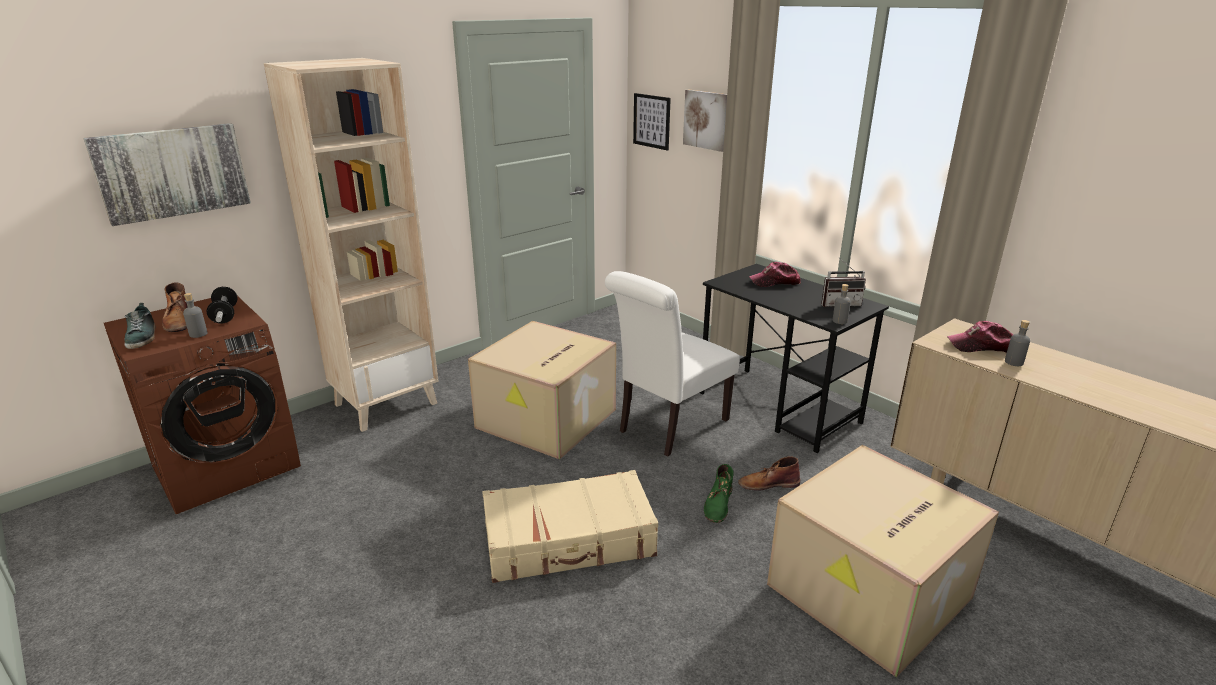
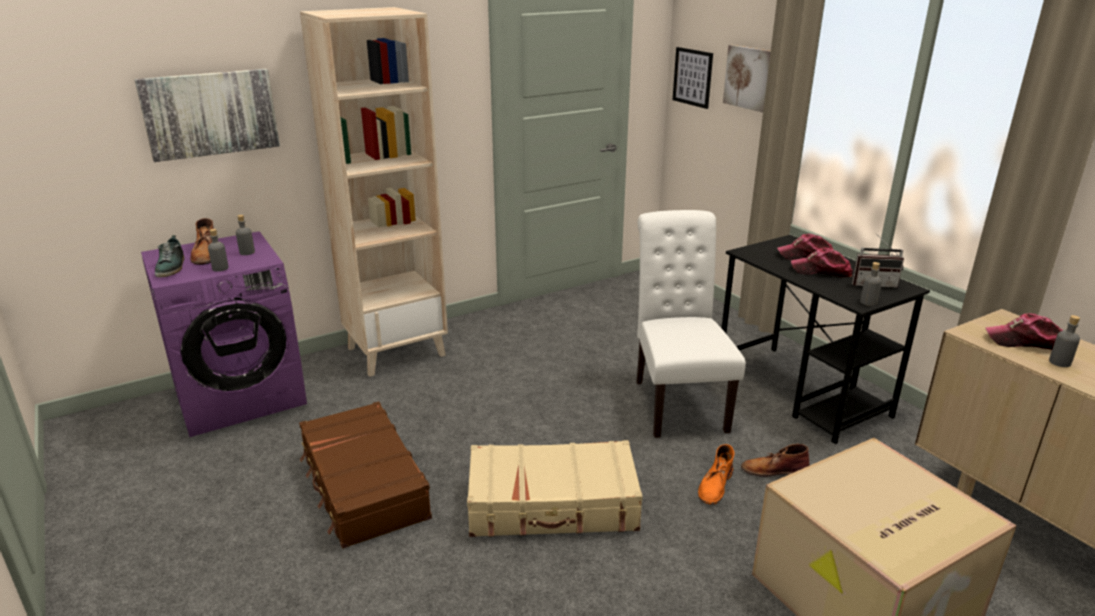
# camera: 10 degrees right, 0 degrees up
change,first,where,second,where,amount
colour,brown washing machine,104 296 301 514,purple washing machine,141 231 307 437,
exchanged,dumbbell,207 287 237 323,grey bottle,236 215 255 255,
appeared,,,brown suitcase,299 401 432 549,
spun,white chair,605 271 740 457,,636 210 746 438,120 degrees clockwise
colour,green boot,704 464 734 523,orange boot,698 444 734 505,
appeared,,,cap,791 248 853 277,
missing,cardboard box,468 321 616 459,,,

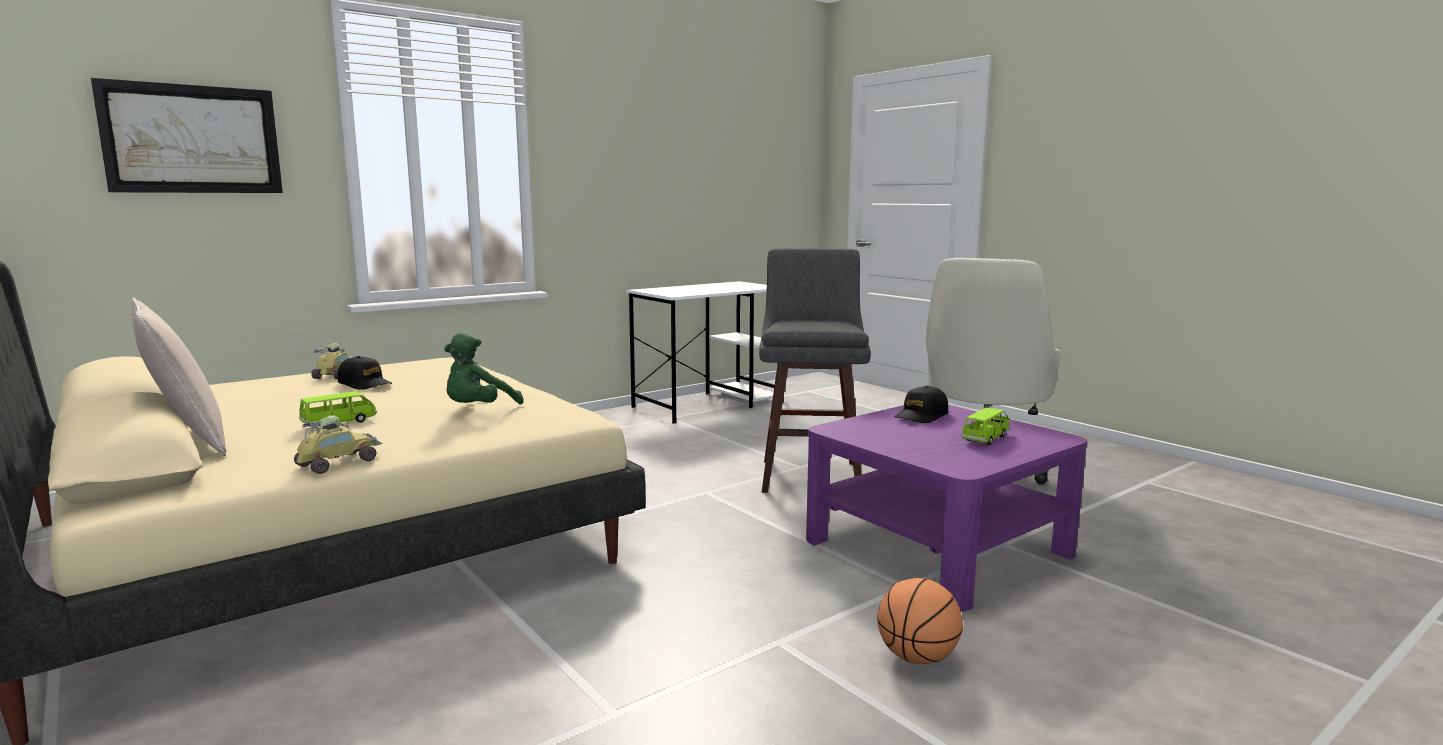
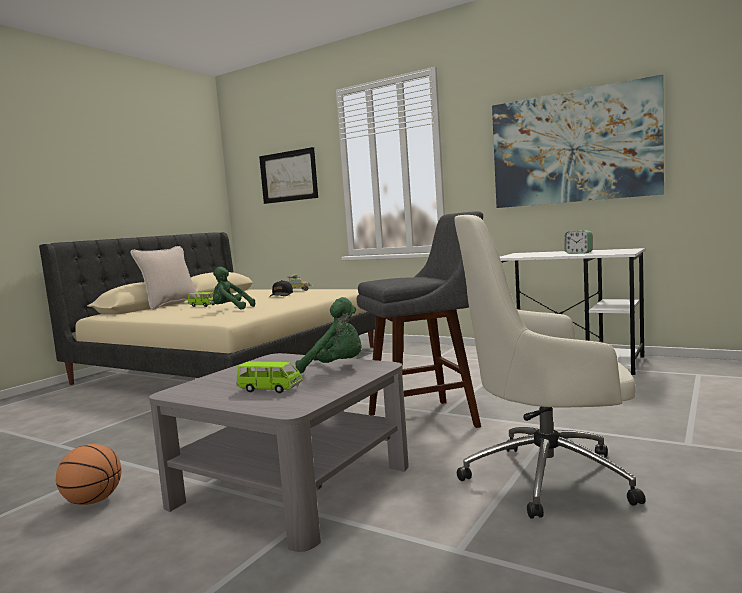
# camera: 70 degrees right, 5 degrees down
change,first,where,second,where,amount
colour,purple coffee table,806 405 1087 612,grey coffee table,149 353 409 552,
exchanged,black cap,894 386 948 423,green plush toy,295 297 362 374,
appeared,,,picture,492 74 664 208,
appeared,,,alarm clock,565 230 592 254,
missing,toy car,294 416 382 474,,,

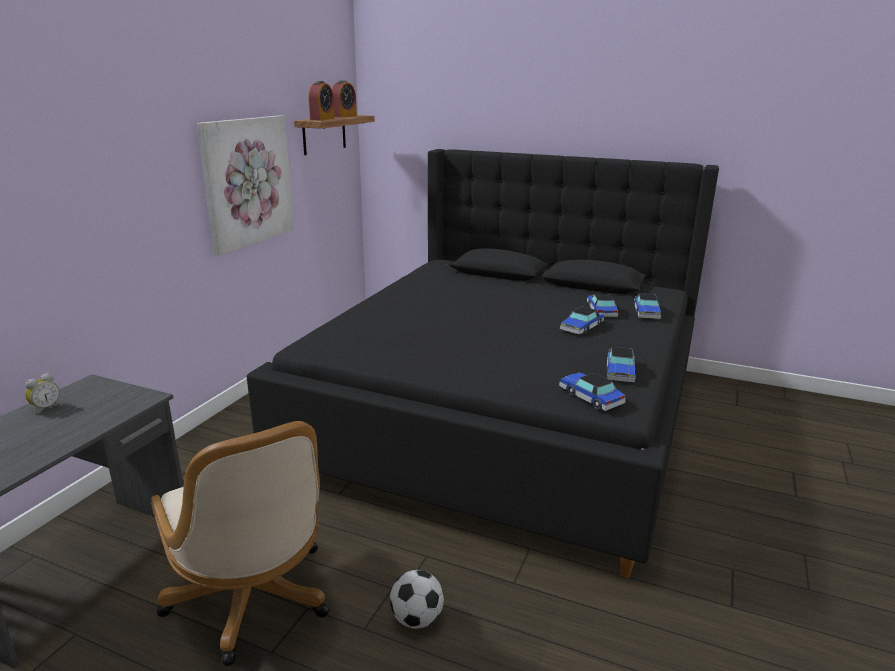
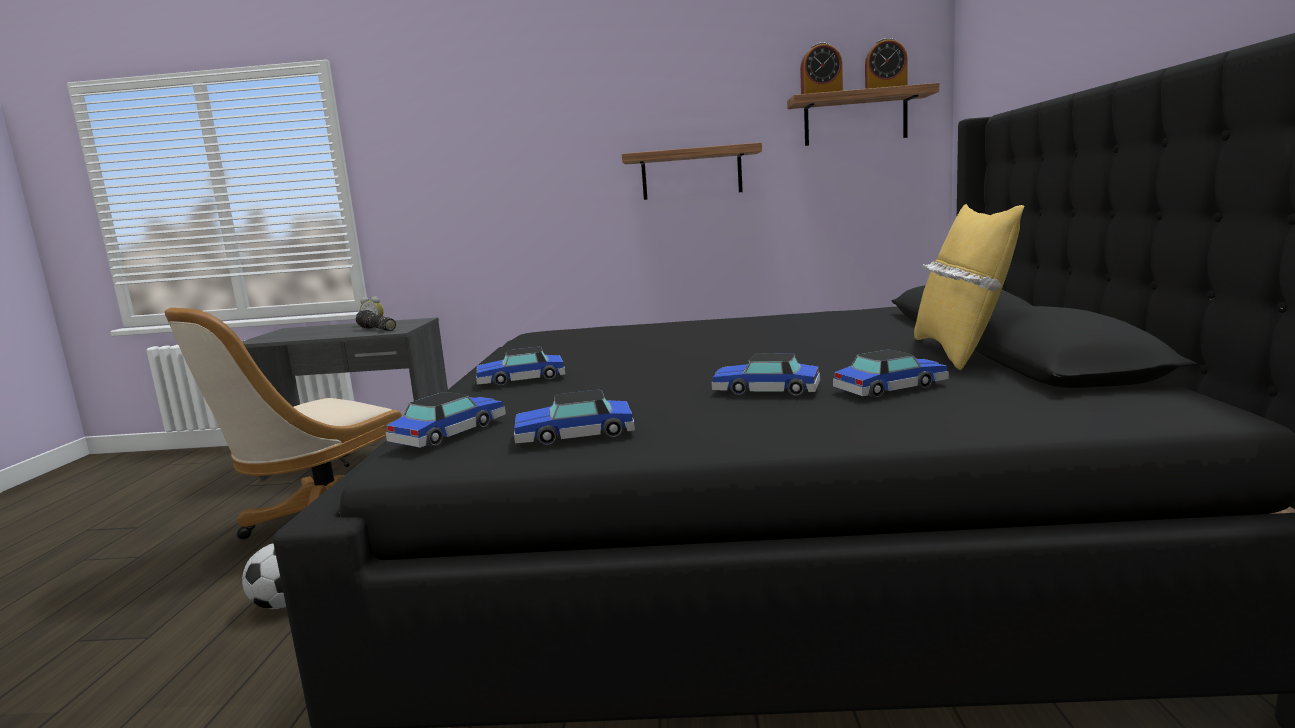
# camera: 70 degrees right, 10 degrees down
change,first,where,second,where,amount
appeared,,,flashlight,356 310 396 331,
relocated,toy car,634 293 661 319,,476 347 566 386,
exchanged,picture,197 115 294 255,shelf,622 143 762 200,
appeared,,,yellow pillow,914 204 1024 370,

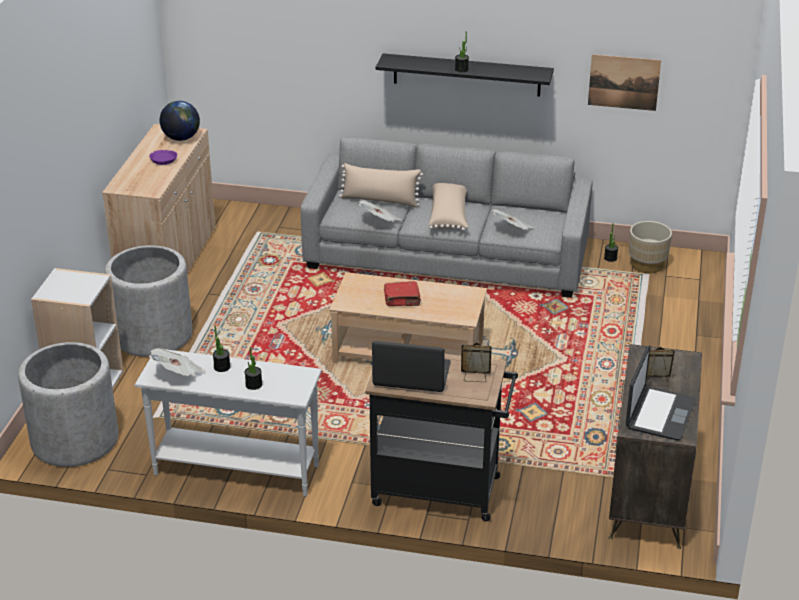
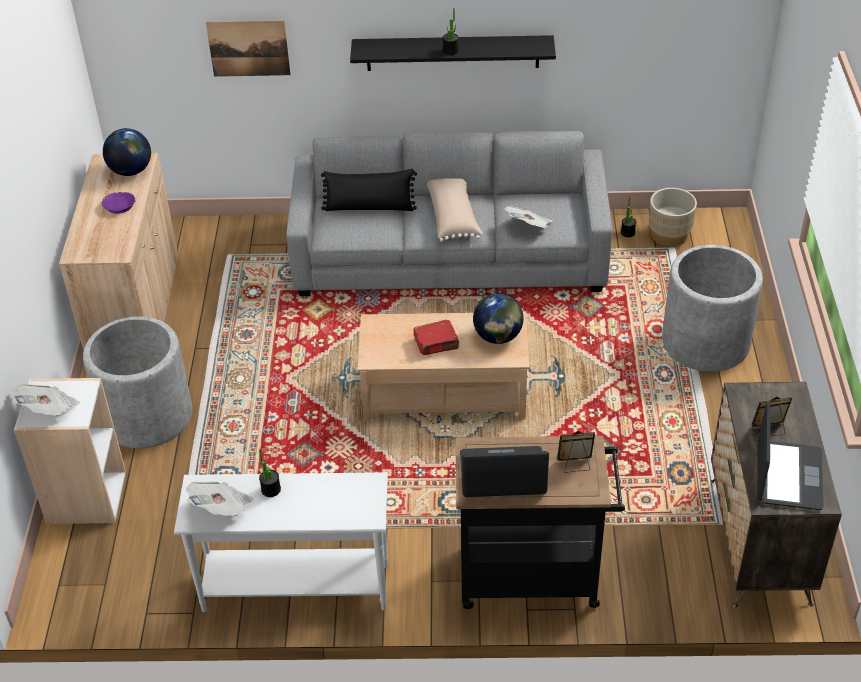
# camera: 10 degrees left, 10 degrees up
change,first,where,second,where,amount
relocated,newspaper,358 200 402 222,,12 384 80 416,
relocated,picture,588 54 661 111,,206 20 291 77,
colour,beige pillow,339 163 423 207,black pillow,321 169 417 211,
appeared,,,globe,473 293 524 344,
relocated,grey planter,18 342 118 467,,662 245 763 372,
missing,potted plant,245 347 262 390,,,

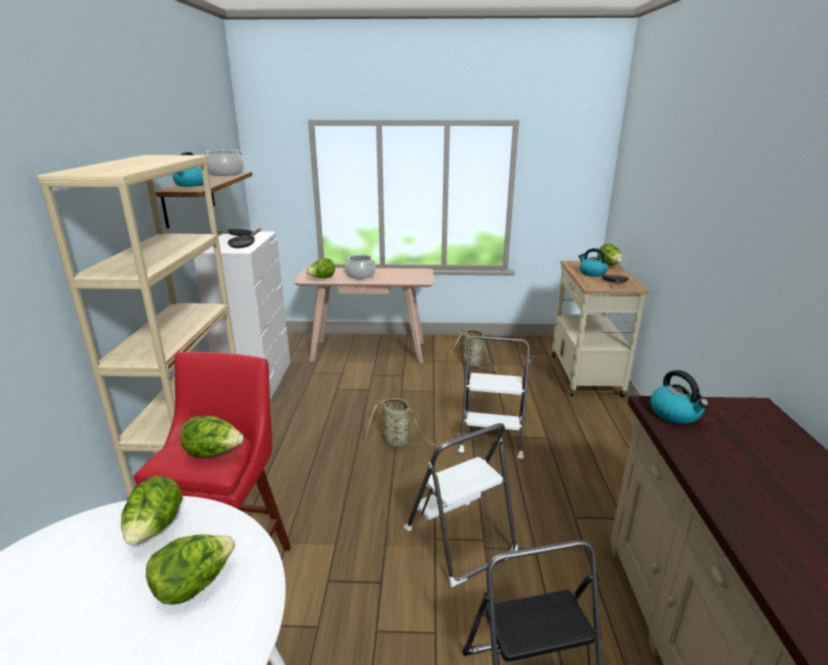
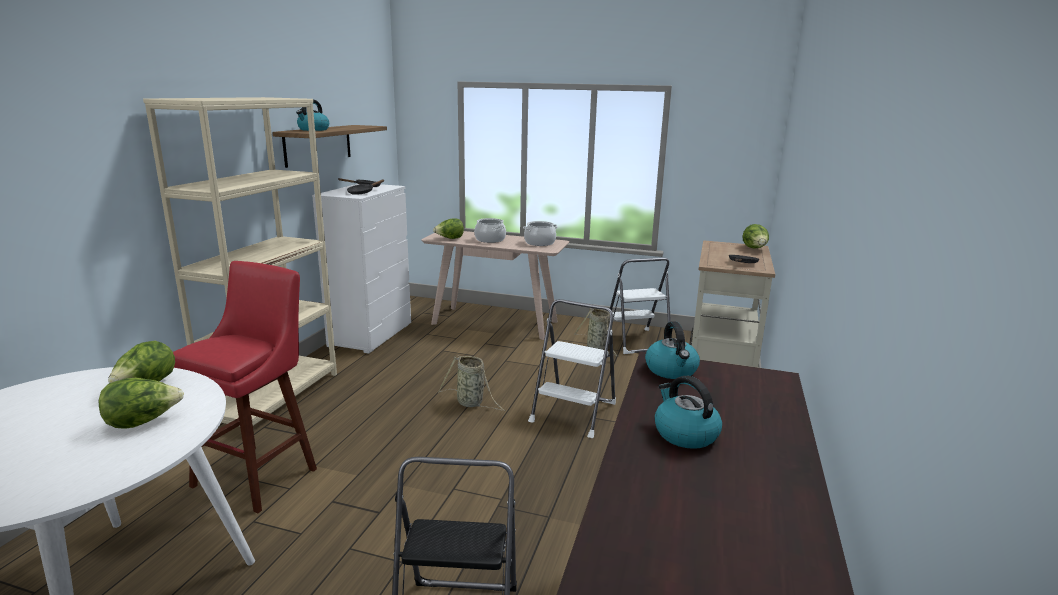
# camera: 15 degrees right, 5 degrees down
change,first,where,second,where,amount
relocated,cooking pot,203 150 244 176,,523 221 557 246,
relocated,white step ladder,404 423 518 587,,610 258 671 354,
relocated,kettle,578 248 608 277,,655 376 722 449,
missing,lettuce,180 416 244 458,,,

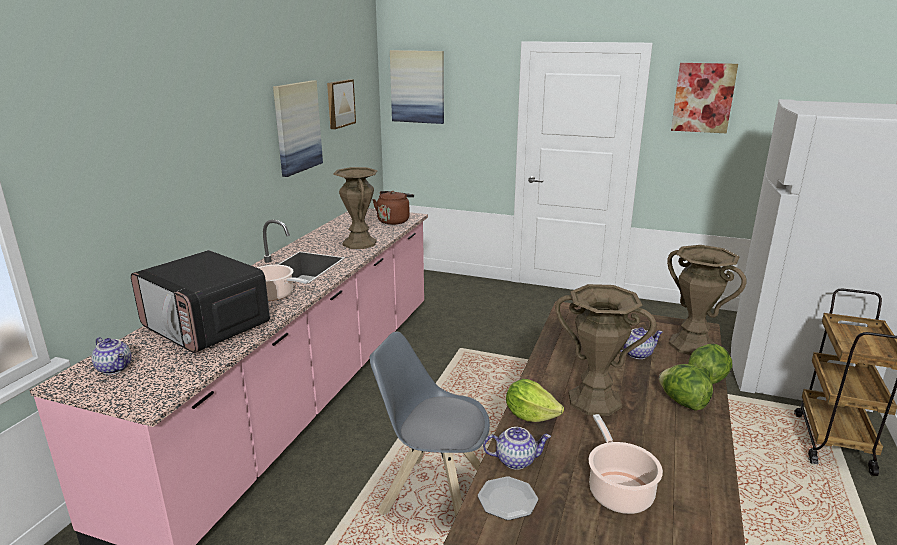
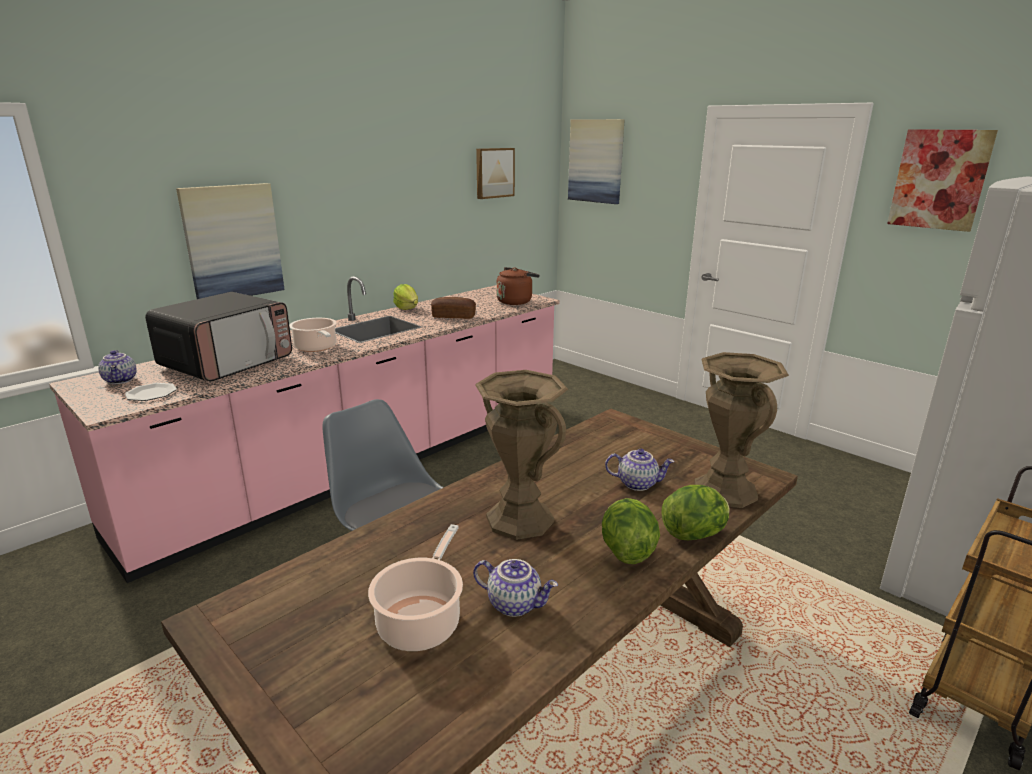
# camera: 25 degrees right, 0 degrees up
change,first,where,second,where,amount
relocated,plate,478 476 538 520,,125 383 177 401,
spun,microwave,131 250 270 353,,145 292 292 382,120 degrees counterclockwise
relocated,picture,273 81 323 177,,176 183 285 299,
relocated,lettuce,506 379 564 422,,393 284 418 310,
exchanged,brown vase,333 167 377 249,bread,431 297 476 319,
relocated,teapot,483 427 551 470,,473 559 558 617,

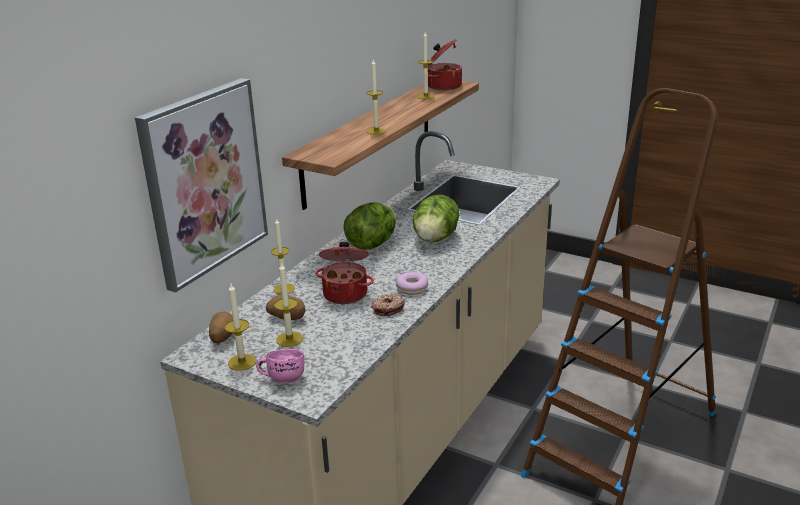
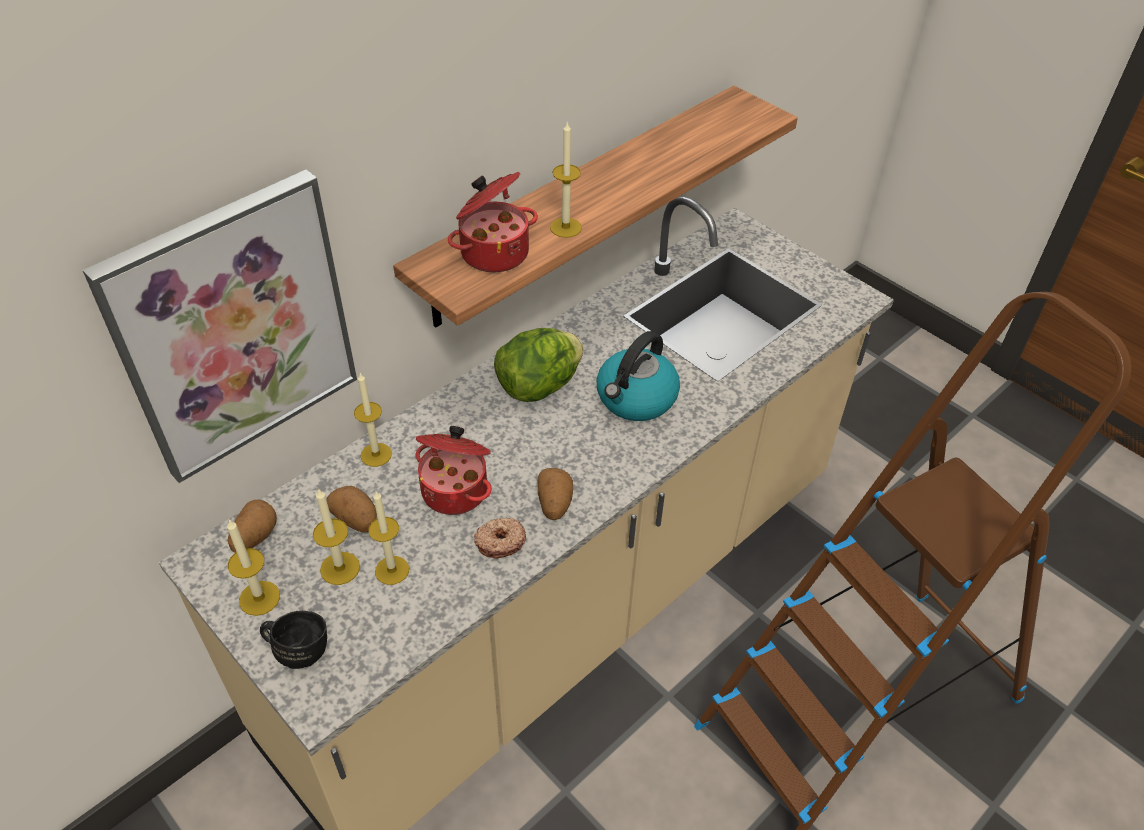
# camera: 15 degrees right, 20 degrees up
change,first,where,second,where,amount
colour,pink mug,256 349 305 383,black mug,260 611 327 669,
relocated,candle,417 32 435 99,,368 491 409 585,
relocated,cooking pot,428 39 462 90,,448 172 538 272,
exchanged,donut,396 272 428 295,potato,538 468 573 520,
exchanged,lettuce,413 195 460 242,kettle,596 331 680 421,

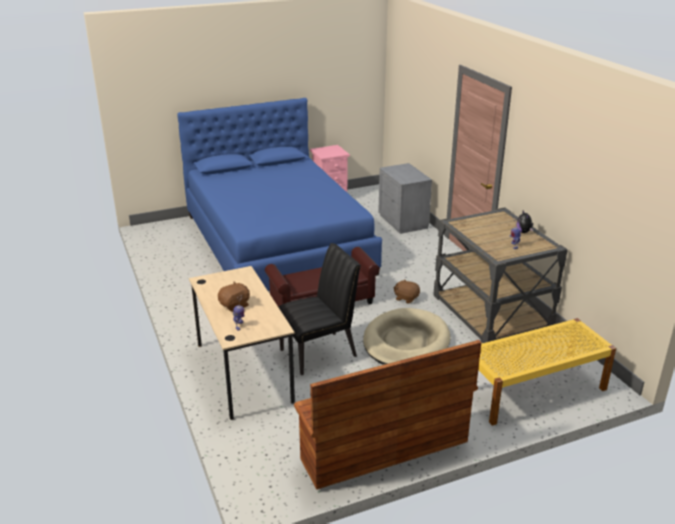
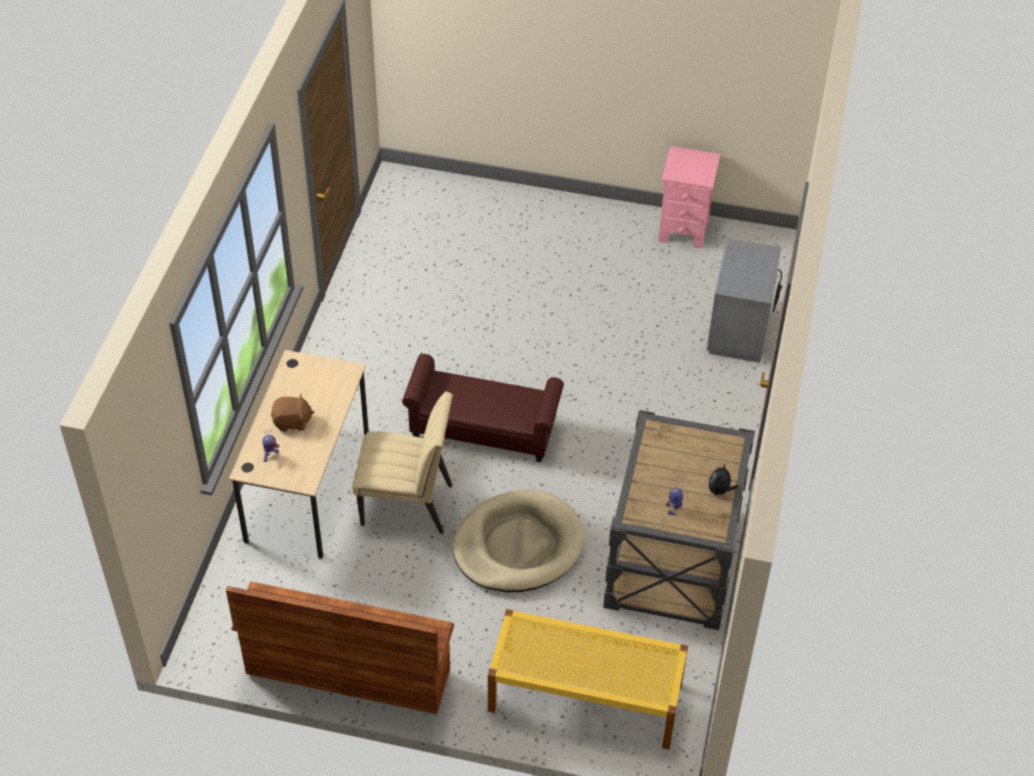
# camera: 35 degrees right, 20 degrees up
change,first,where,second,where,amount
colour,black chair,278 243 361 375,beige chair,352 392 453 534,
missing,blue bed,177 98 382 291,,,
missing,brown plush toy,394 280 420 304,,,

